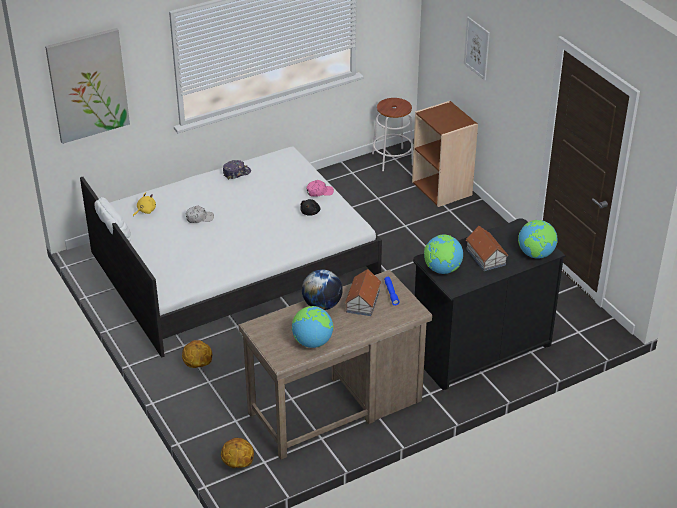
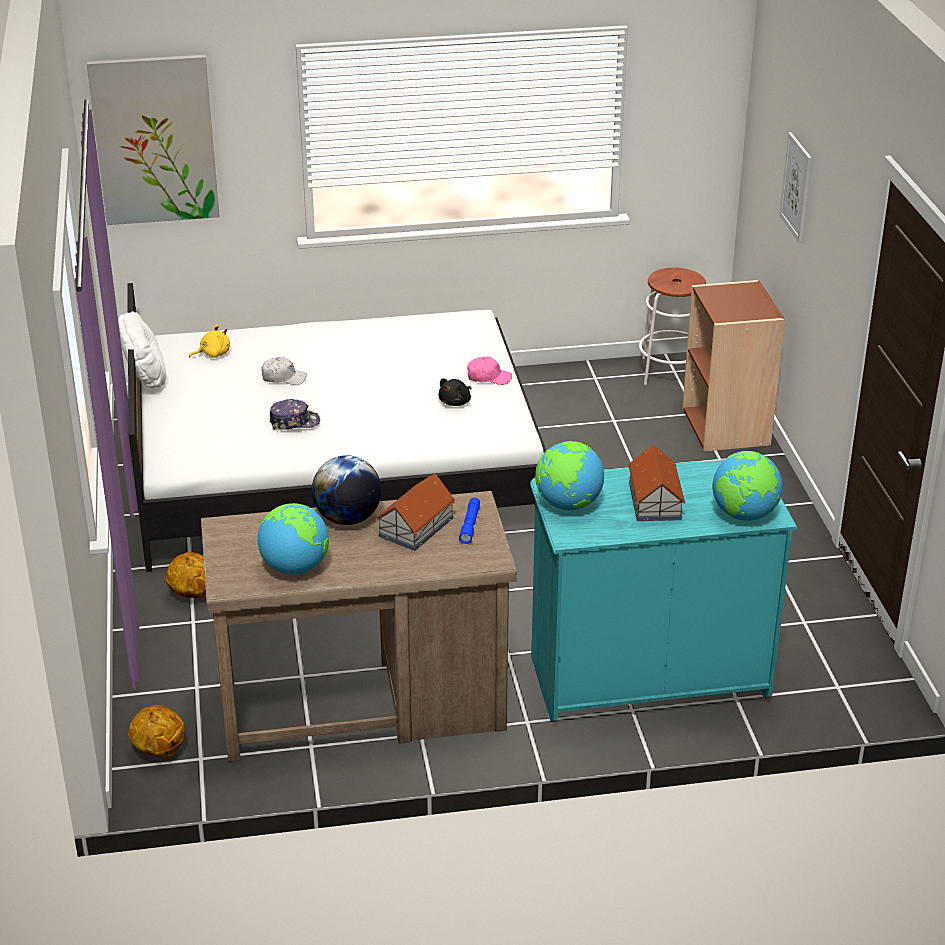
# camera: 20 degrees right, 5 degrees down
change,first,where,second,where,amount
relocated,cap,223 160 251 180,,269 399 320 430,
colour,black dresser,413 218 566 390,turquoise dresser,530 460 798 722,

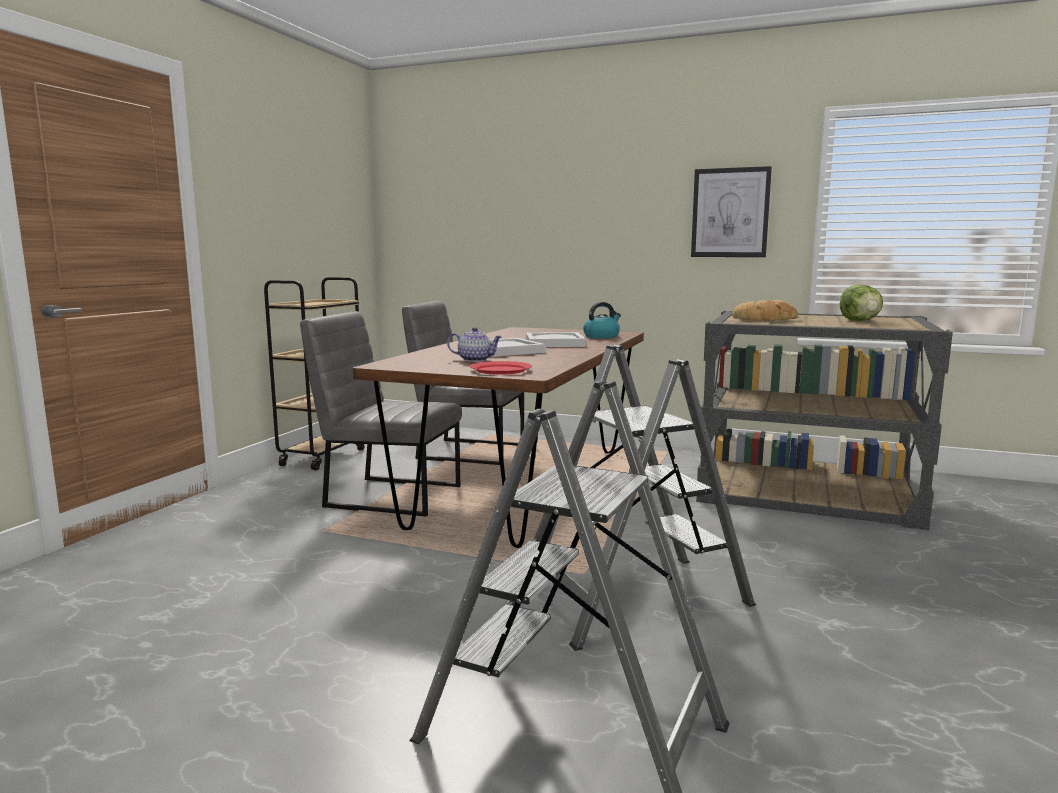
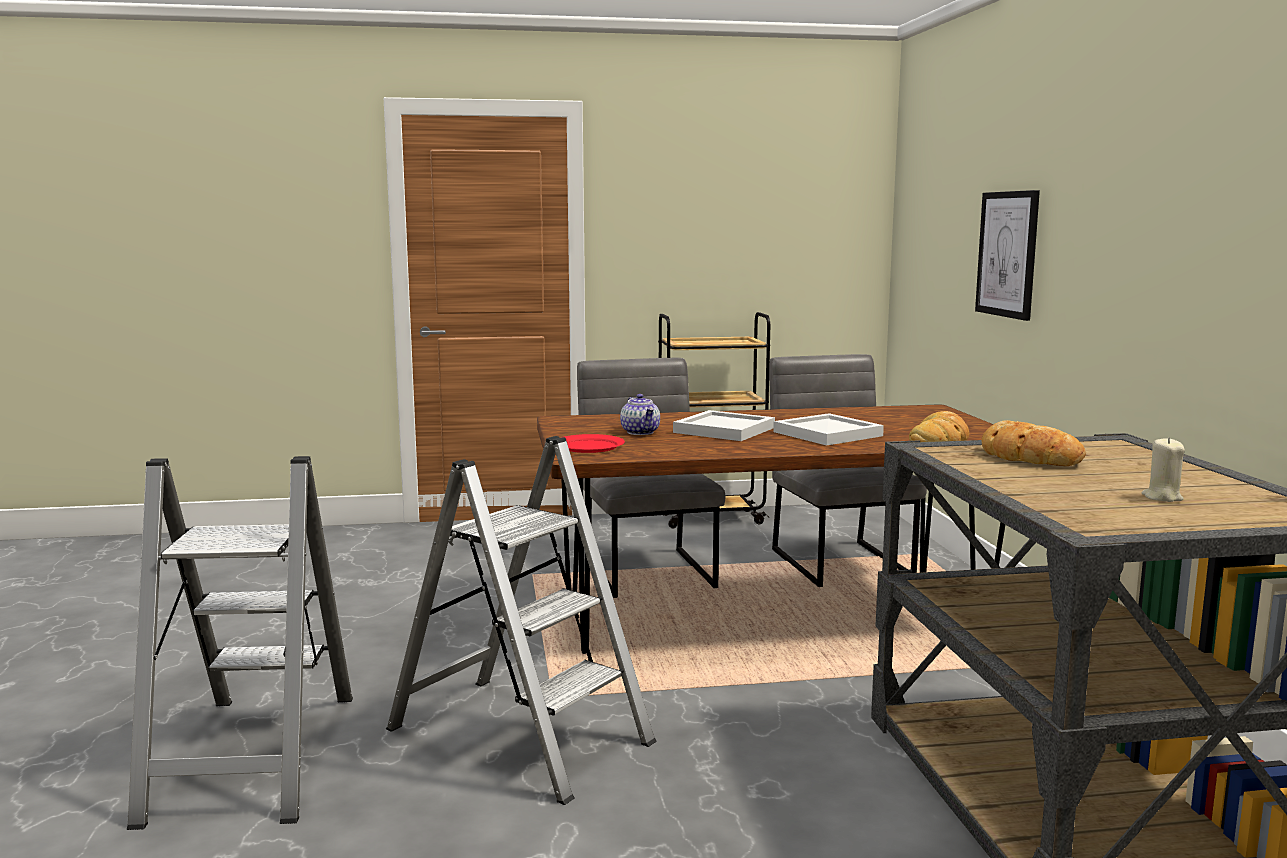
# camera: 60 degrees right, 0 degrees up
change,first,where,second,where,amount
exchanged,kettle,583 302 621 339,bread,909 411 969 442,
relocated,picture,691 166 772 257,,975 190 1040 321,
exchanged,lettuce,840 285 883 321,beige candle,1142 437 1185 502,

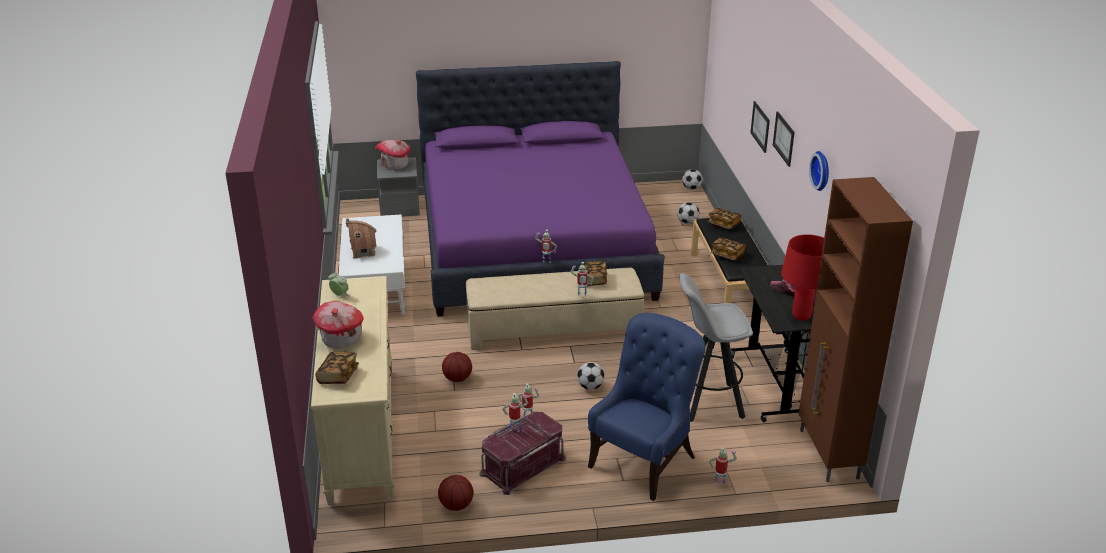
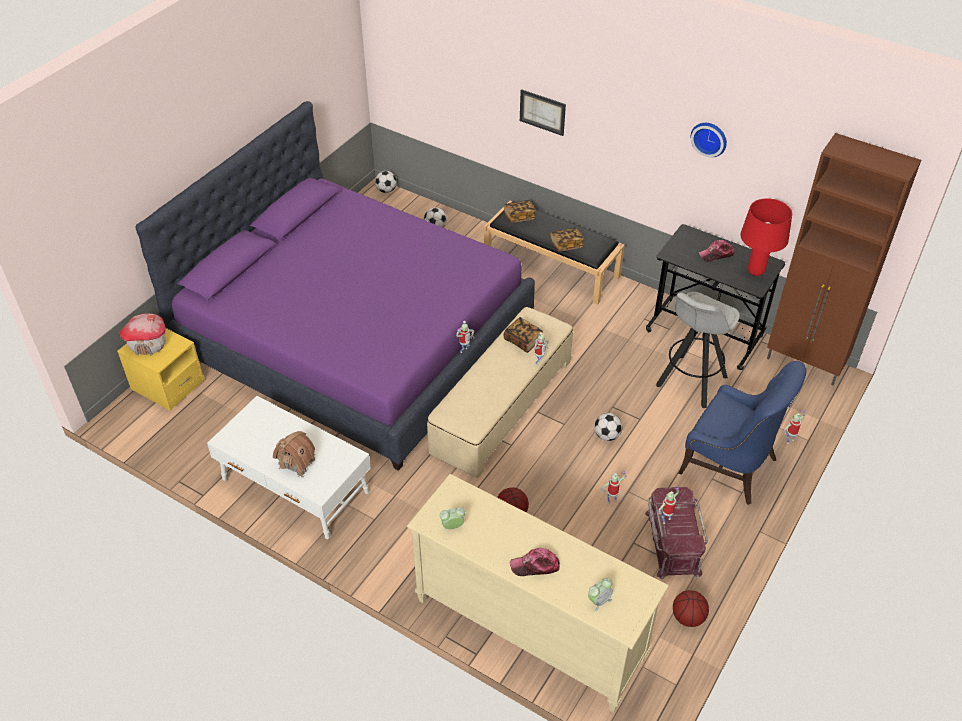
# camera: 50 degrees left, 15 degrees up
change,first,where,second,where,amount
colour,grey nightstand,377 157 420 217,yellow nightstand,117 328 204 411,
exchanged,toy house,312 301 364 348,cap,510 548 560 576,
exchanged,book,315 351 359 384,alarm clock,588 578 613 611,
spun,blue chair,588 313 705 501,,678 361 806 505,135 degrees clockwise
missing,picture,773 111 795 167,,,

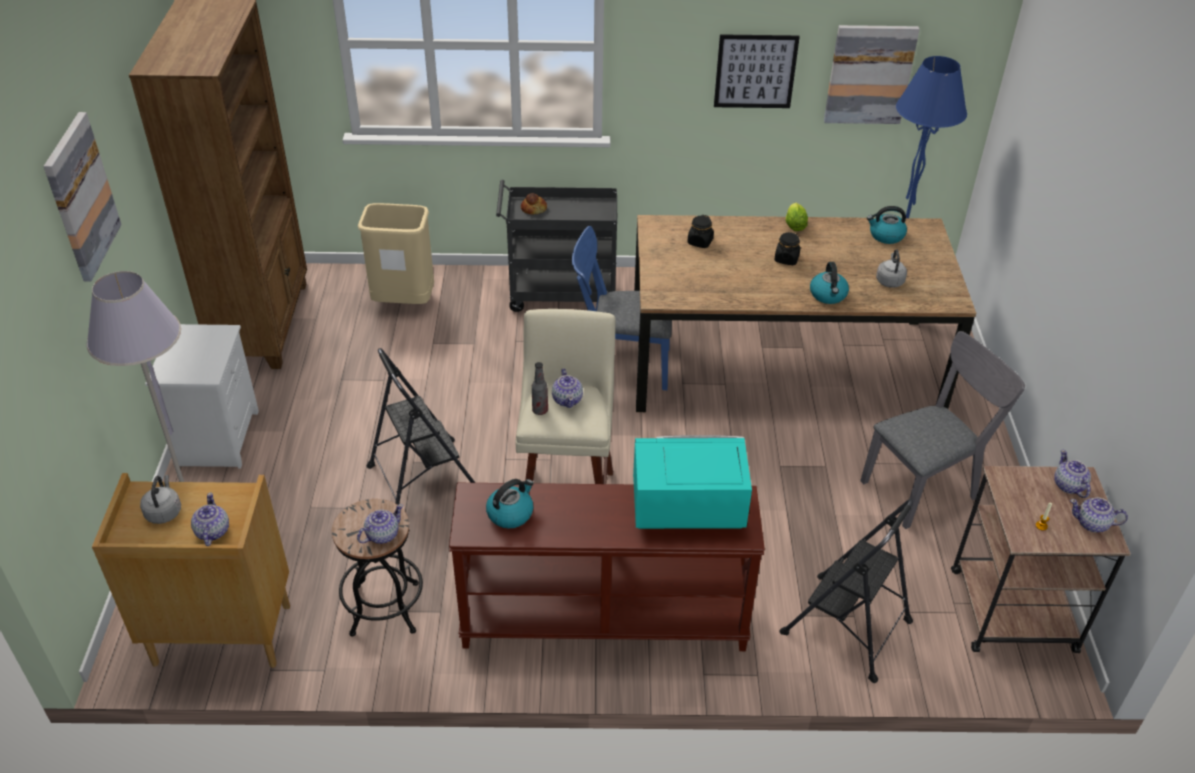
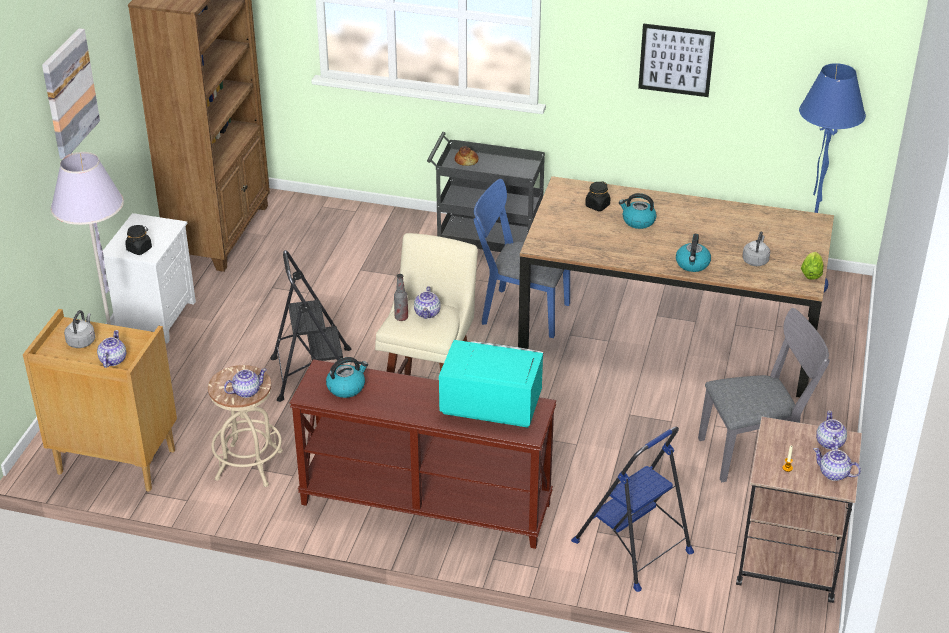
# camera: 15 degrees right, 5 degrees down
change,first,where,second,where,amount
relocated,black jar,774 232 800 265,,125 225 152 255,
colour,black stool,332 499 423 637,beige stool,208 365 283 487,
colour,black step ladder,779 499 913 683,blue step ladder,571 427 694 592,
relocated,kettle,867 206 907 244,,619 193 657 229,
relocated,lettuce,786 203 808 231,,801 252 824 280,
missing,beige trash can,358 203 434 304,,,
missing,picture,824 25 920 124,,,

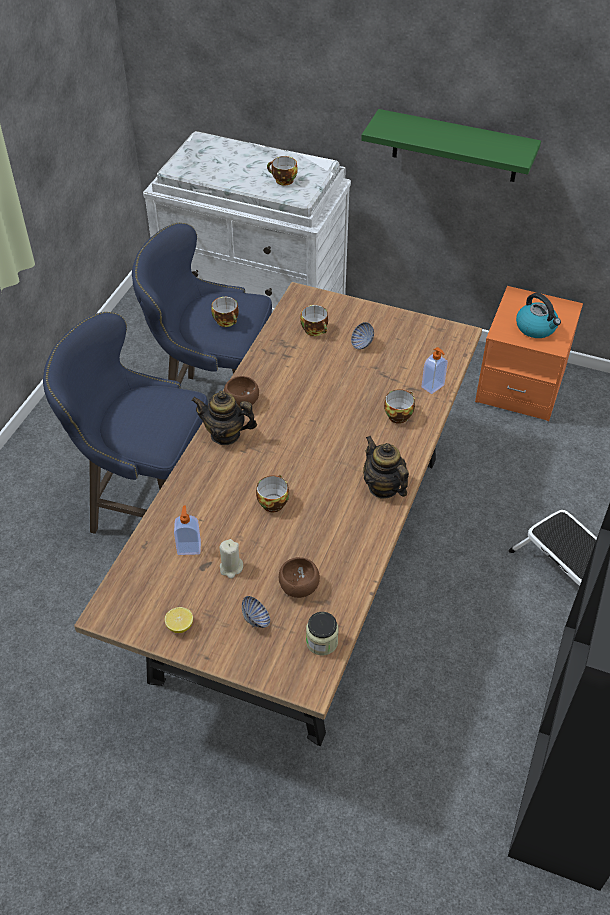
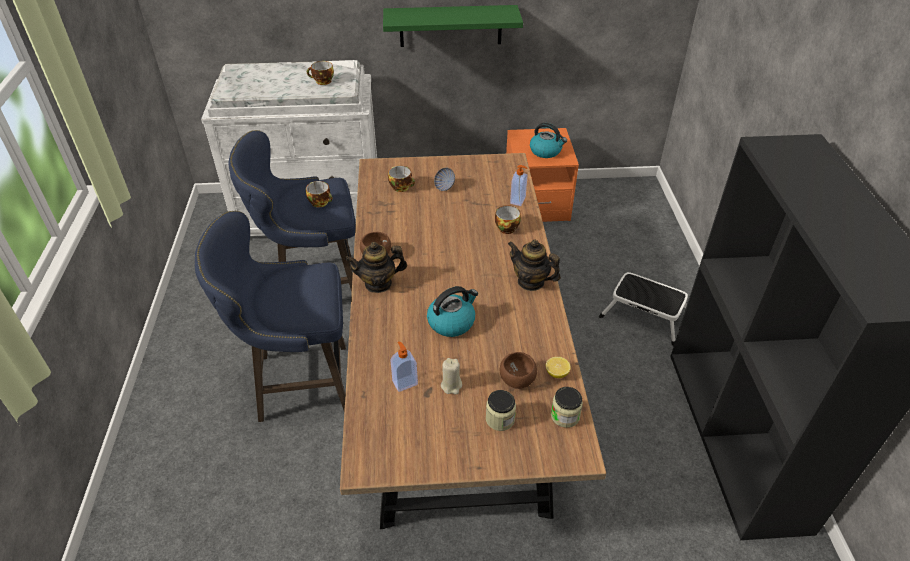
# camera: 25 degrees left, 5 degrees down
change,first,where,second,where,amount
exchanged,cup,256 475 289 512,kettle,427 286 478 337,
exchanged,bowl,242 596 270 628,jar,486 390 516 431,
relocated,lemon,165 607 193 633,,545 357 571 378,

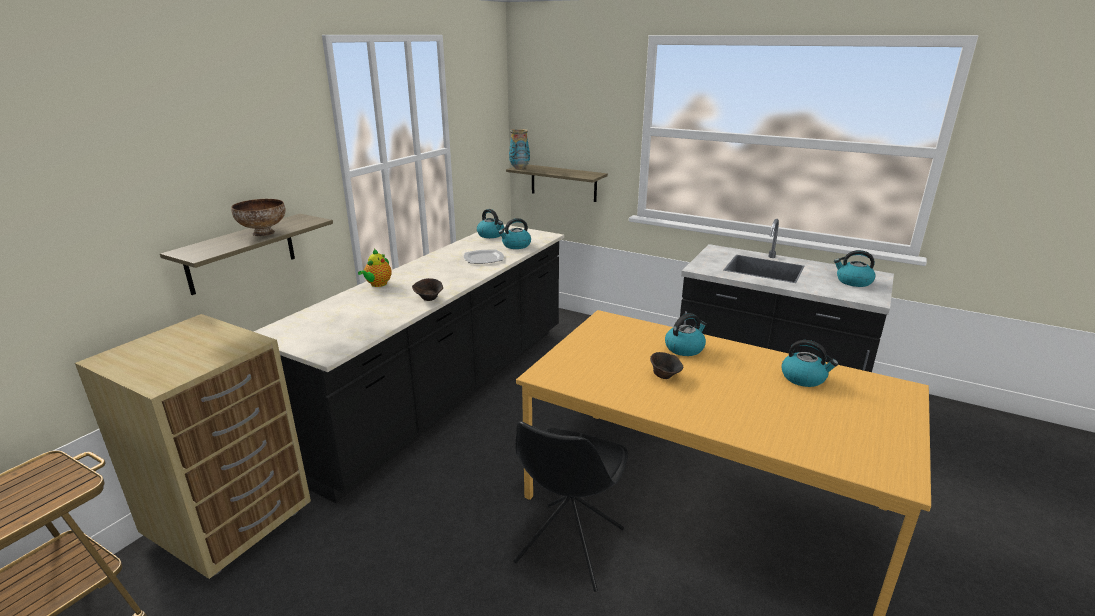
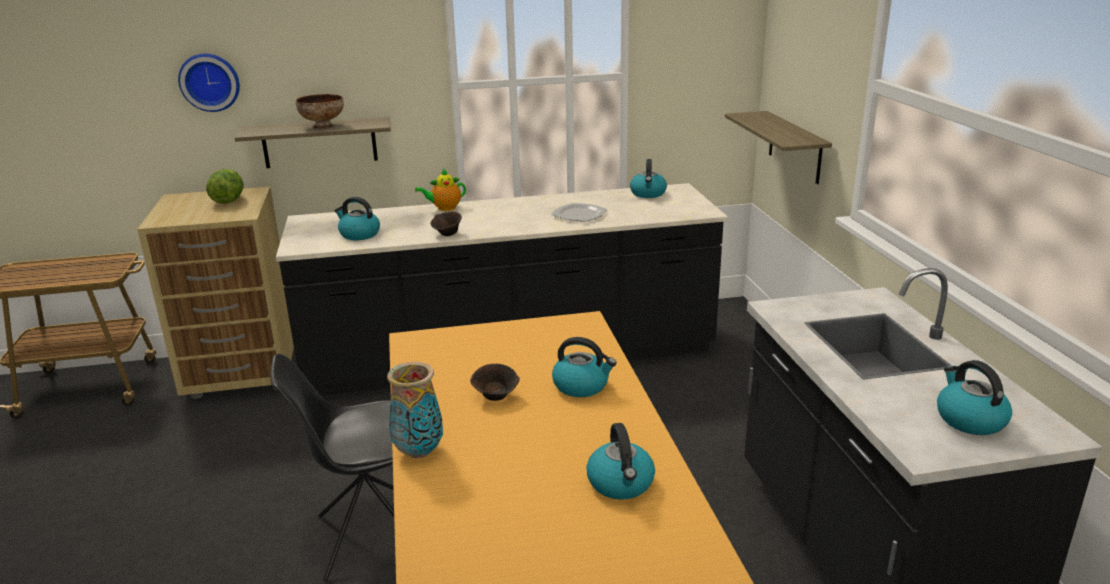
# camera: 50 degrees right, 0 degrees up
change,first,where,second,where,amount
appeared,,,wall clock,178 54 240 112,
appeared,,,lettuce,206 169 244 204,
relocated,kettle,498 218 531 249,,334 197 380 240,
relocated,vase,509 129 530 169,,387 362 443 458,

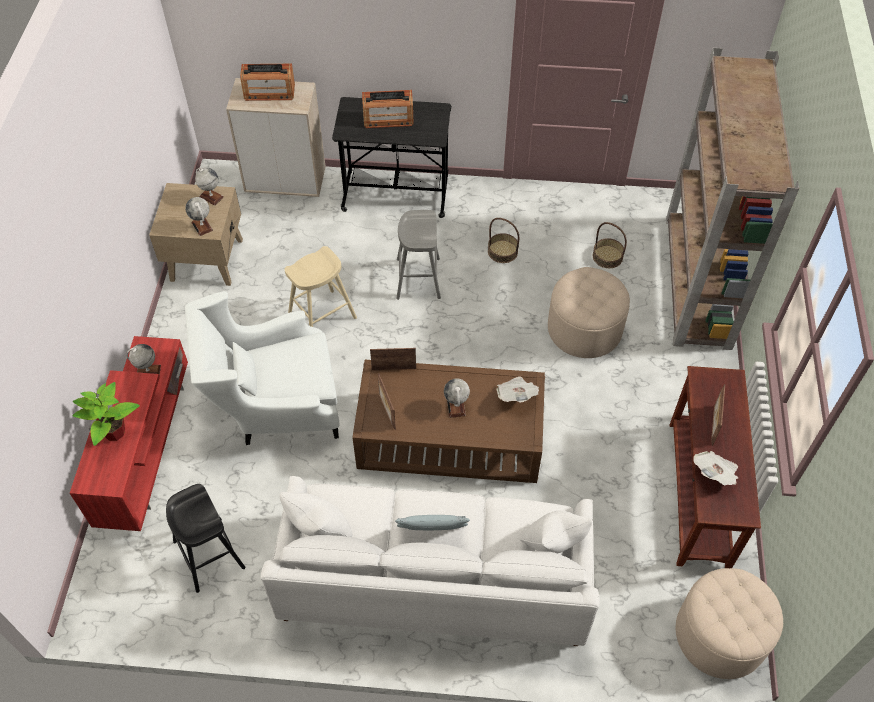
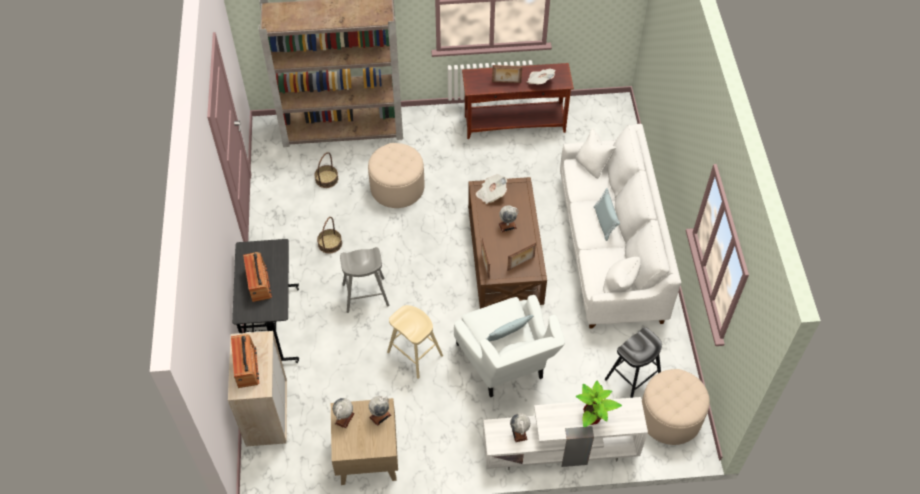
# camera: 100 degrees left, 0 degrees up
change,first,where,second,where,amount
colour,red tv stand,70 336 188 531,white tv stand,483 397 648 470,
appeared,,,blue pillow,486 315 533 342,
relocated,beige ottoman,676 568 783 679,,642 369 710 445,

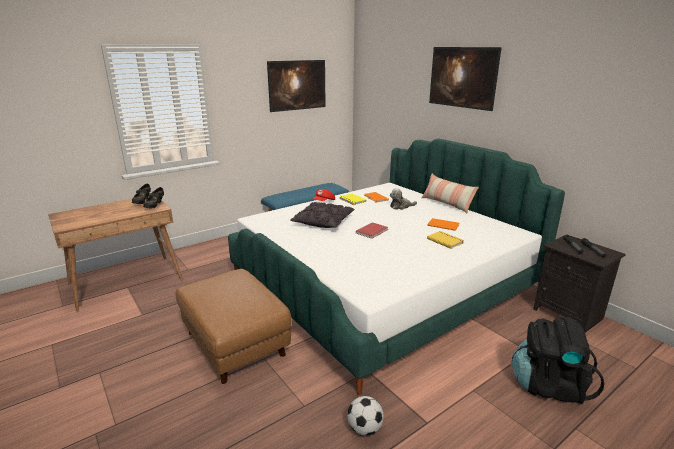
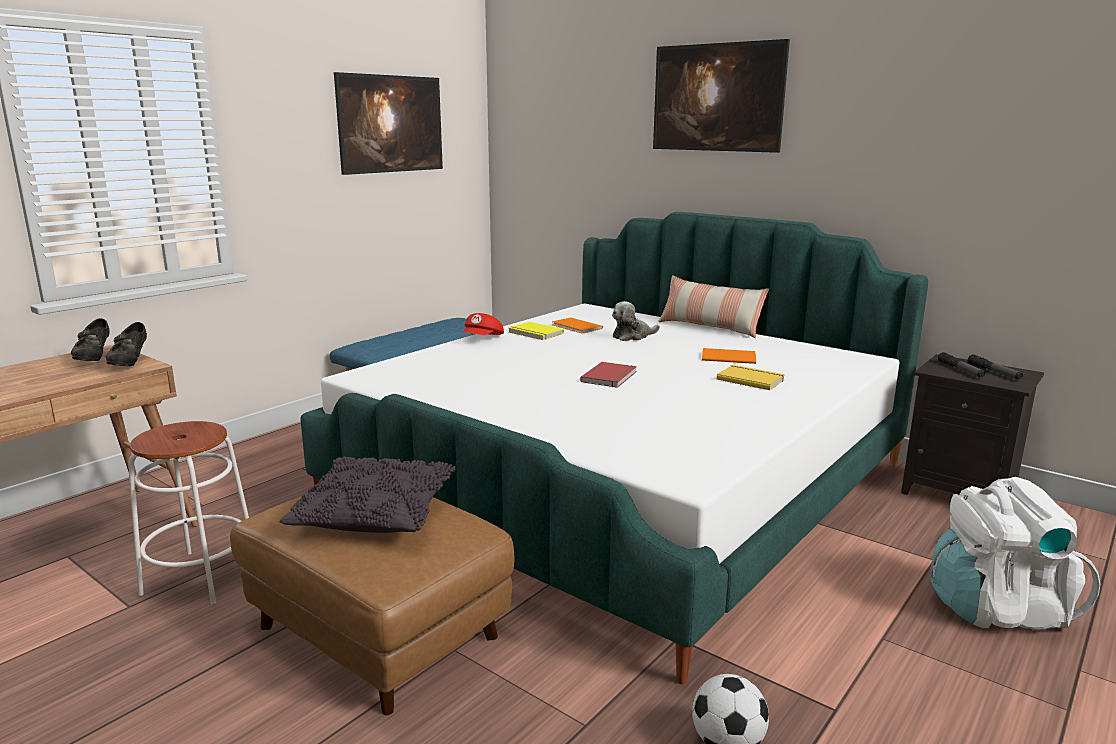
# camera: 15 degrees left, 5 degrees down
change,first,where,second,where,amount
appeared,,,white stool,129 421 249 604,
relocated,black pillow,290 202 354 228,,280 457 455 533,
colour,black backpack,512 317 604 404,white backpack,930 477 1101 629,

